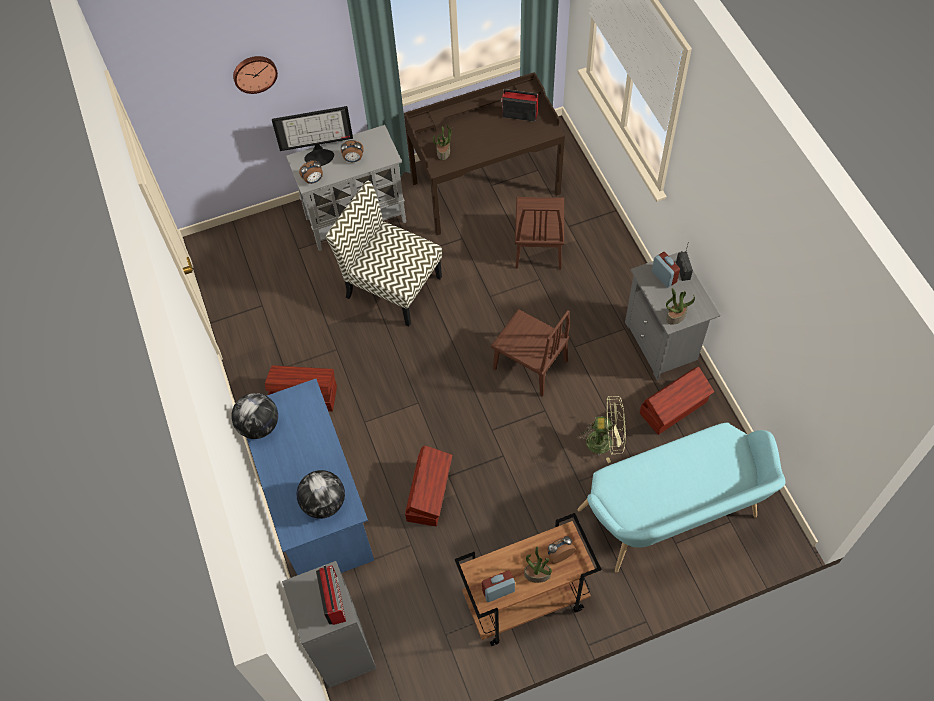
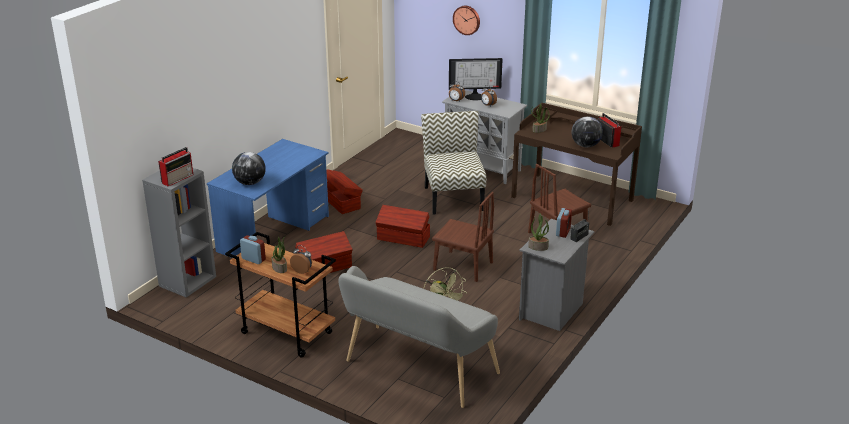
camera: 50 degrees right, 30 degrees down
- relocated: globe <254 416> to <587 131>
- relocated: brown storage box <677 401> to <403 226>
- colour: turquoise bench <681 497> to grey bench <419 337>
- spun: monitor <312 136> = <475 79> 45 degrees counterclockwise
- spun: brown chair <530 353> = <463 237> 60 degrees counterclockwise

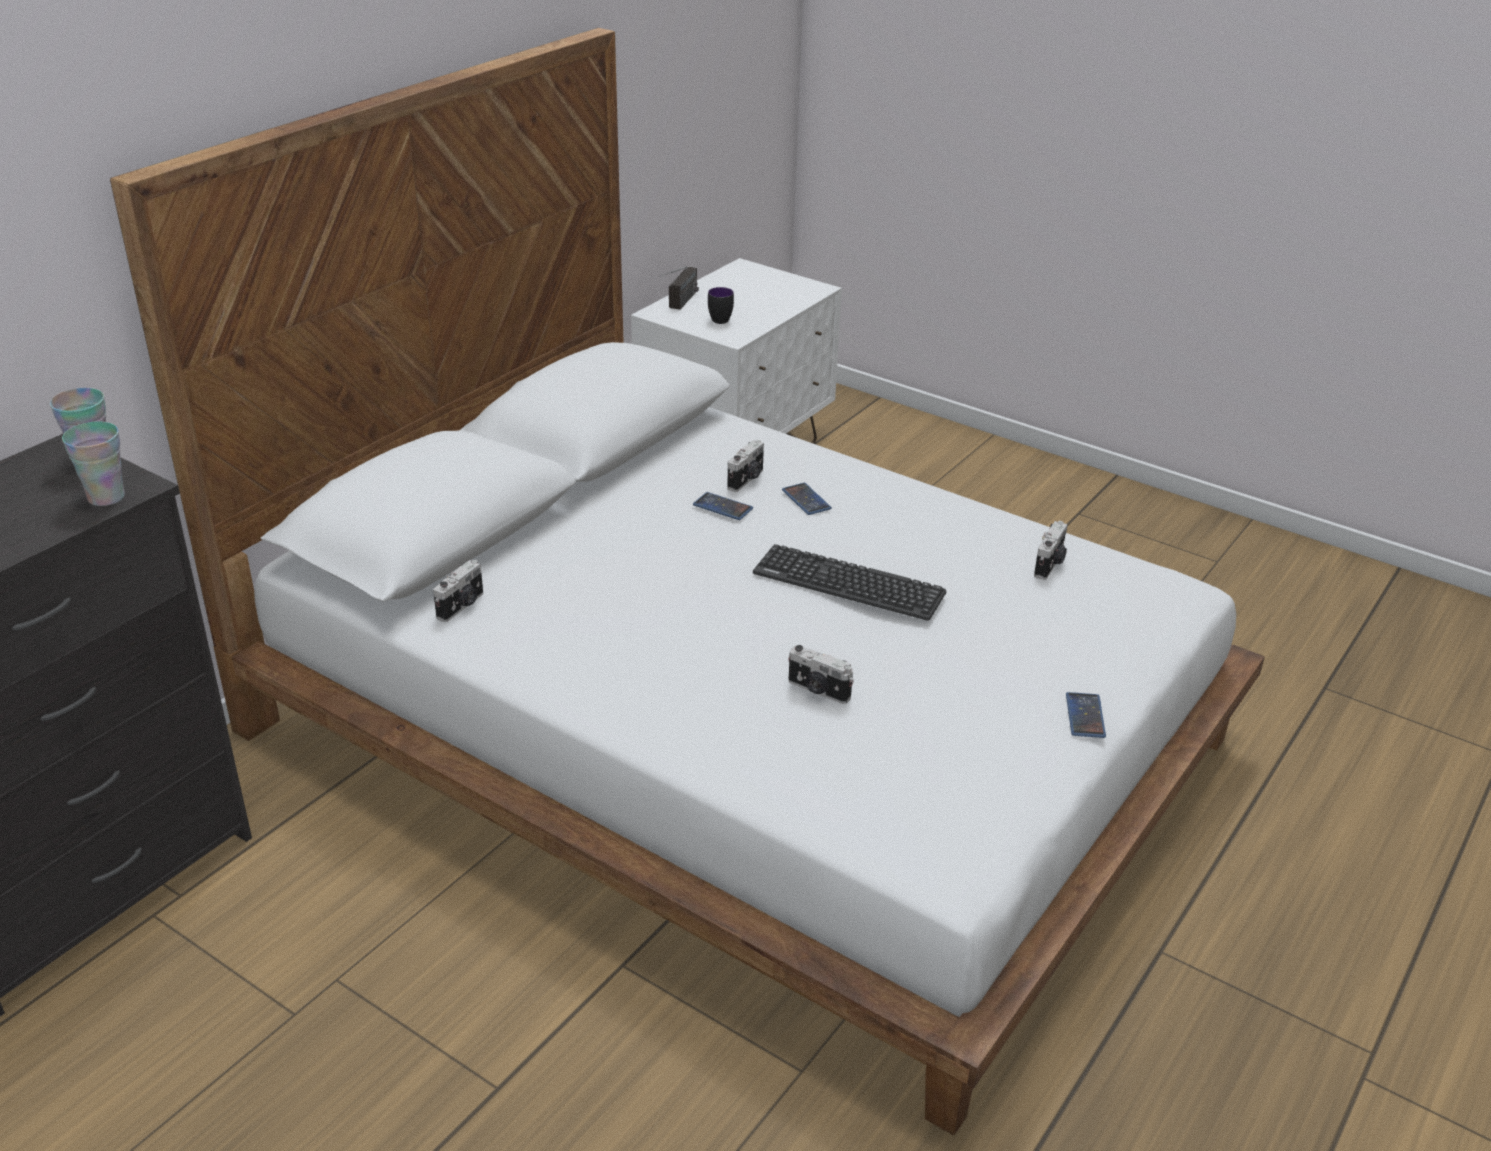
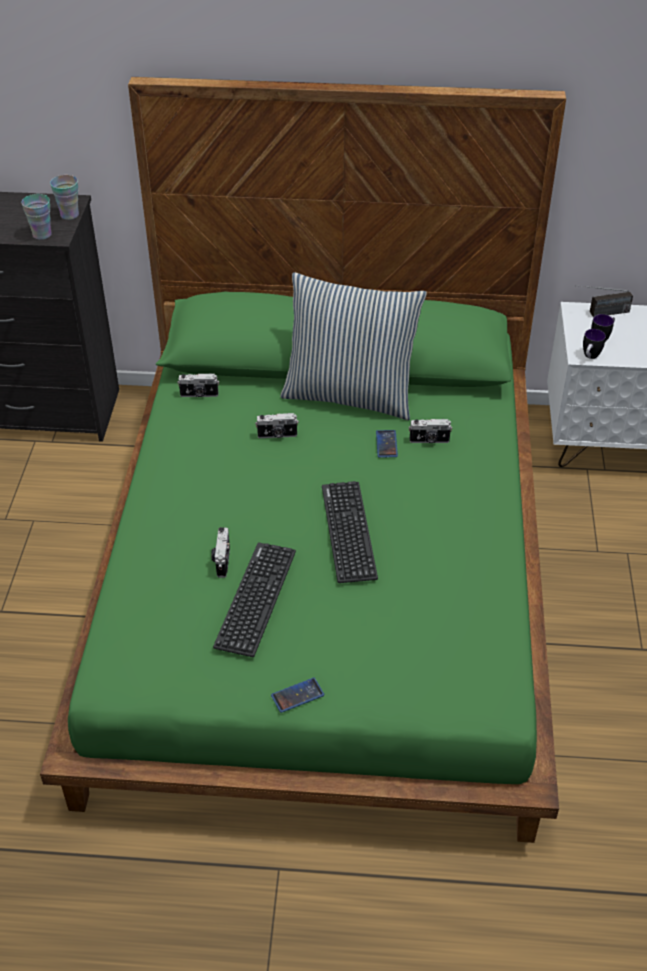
camera: 60 degrees right, 10 degrees up
- missing: phone <807 499>
- appeared: keyboard <254 599>
- appeared: pillow <353 346>
- appeared: mug <594 344>
- relocated: photo camera <1051 550> to <277 425>
- colour: white bed <687 581> to green bed <303 460>

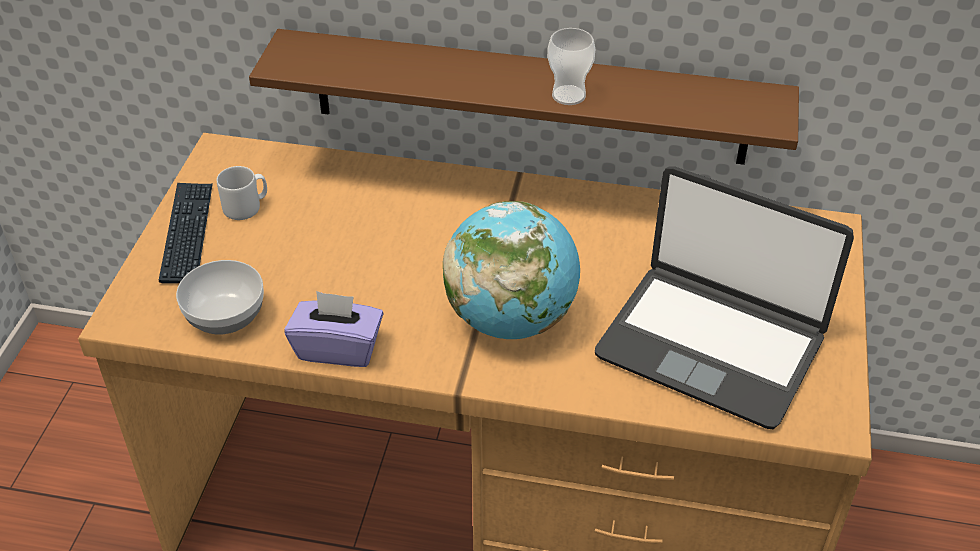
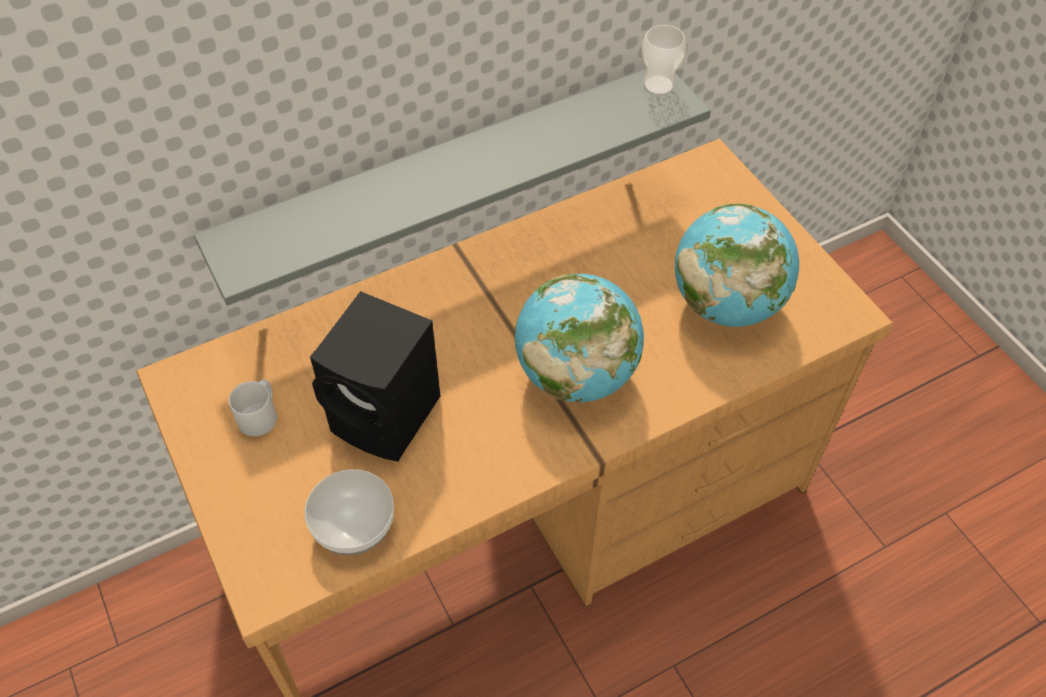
camera: 40 degrees left, 10 degrees up
- missing: keyboard <186 233>
- missing: purple tissue box <334 329>
- appeared: black speaker <375 376>
- relocated: cup <571 66> to <664 60>
- exchanged: laptop <724 297> to globe <737 265>
- colour: brown shelf <524 97> to grey shelf <452 187>

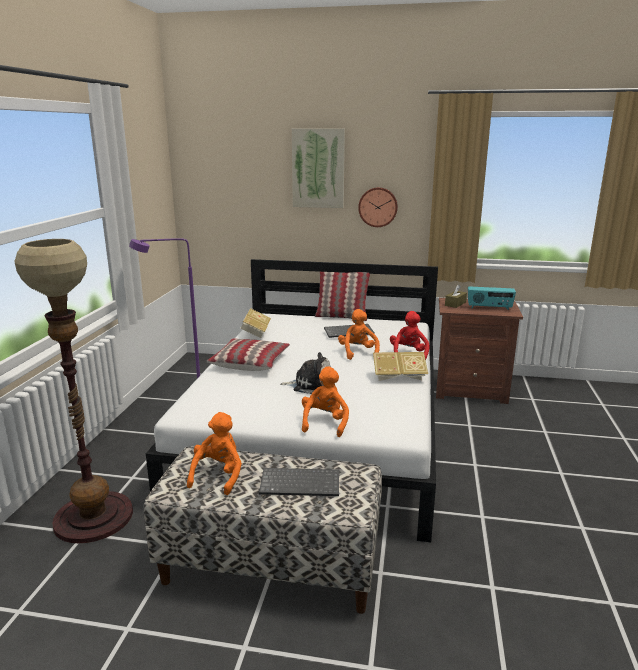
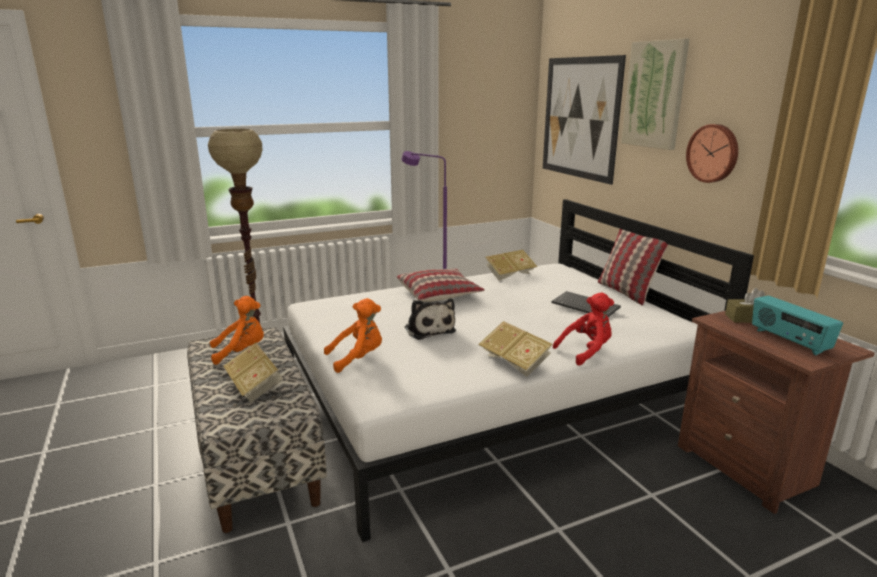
camera: 55 degrees right, 0 degrees up
- missing: orange plush toy <359 334>
- appeared: picture <584 120>
- exchanged: keyboard <299 482> to book <253 373>

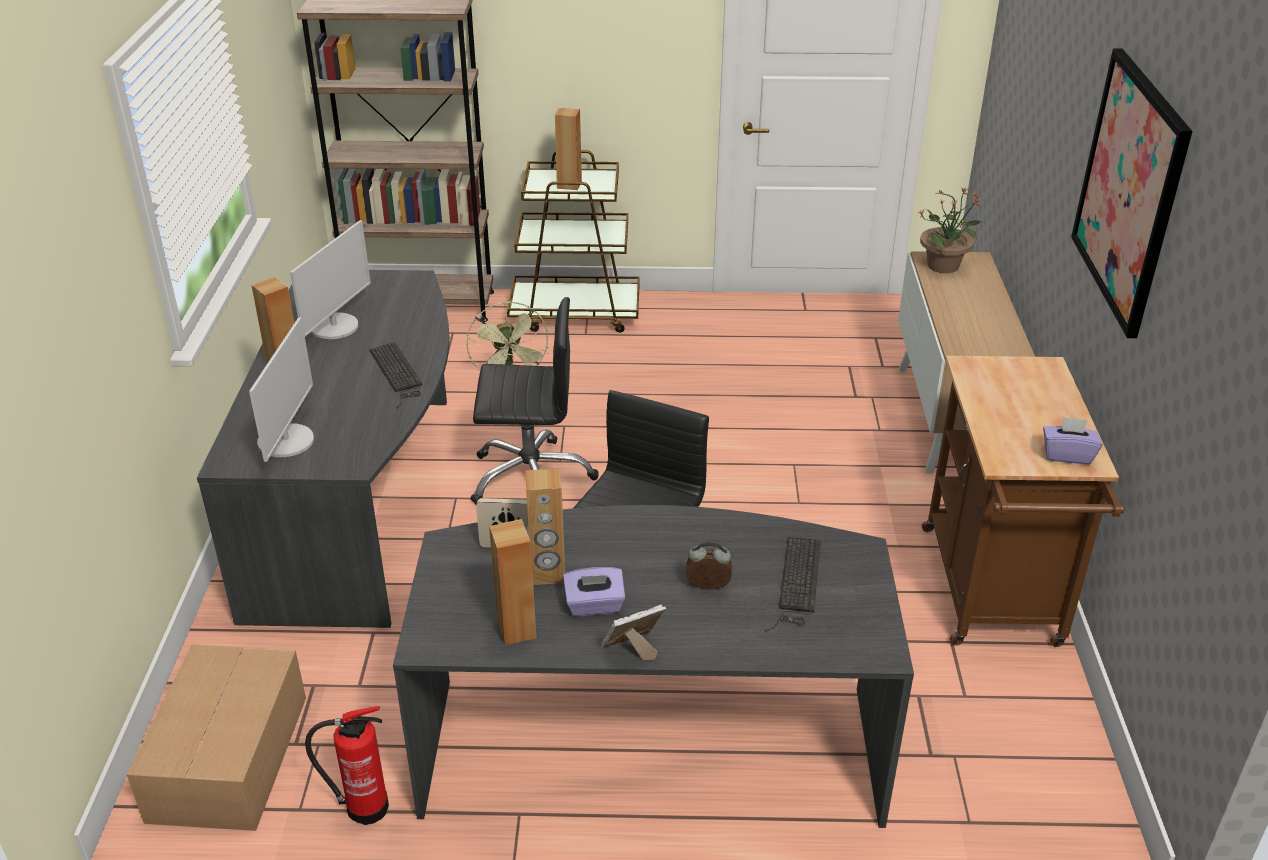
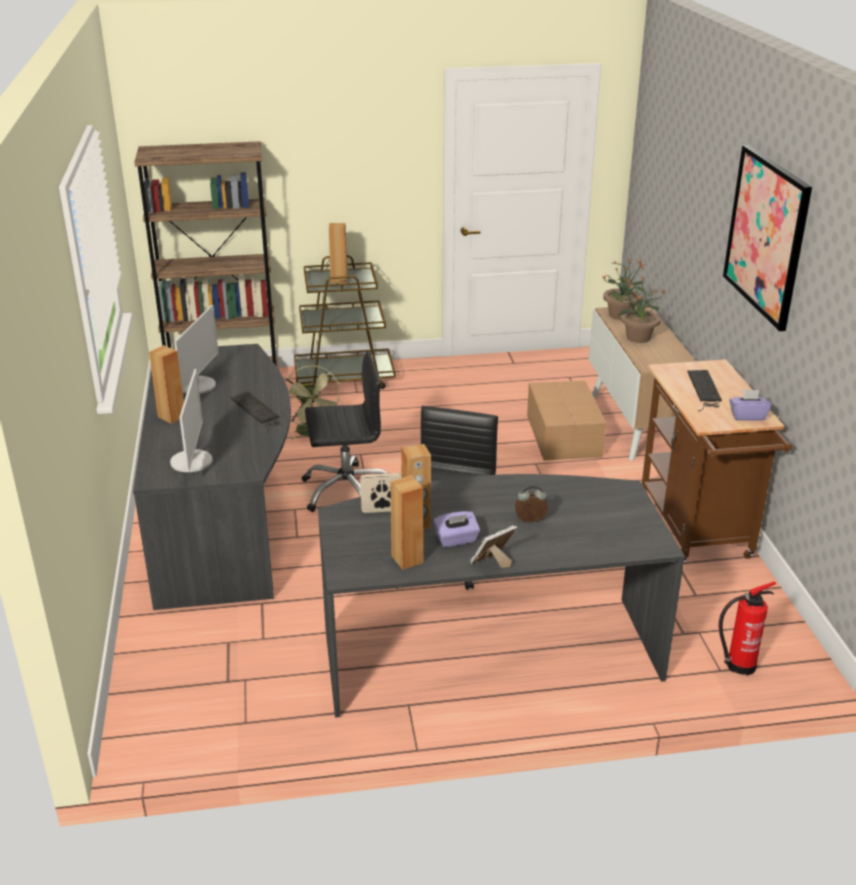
camera: 10 degrees left, 5 degrees down
- appeared: potted plant <642 309>
- relocated: cardboard box <216 737> to <566 420>
- relocated: fire extinguisher <347 765> to <747 628>
- relocated: keyboard <792 584> to <704 391>

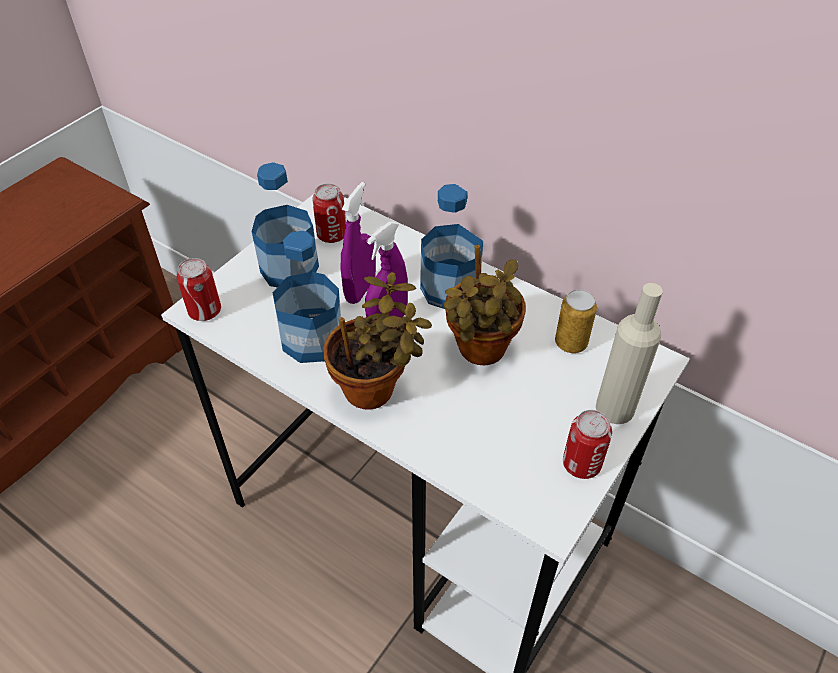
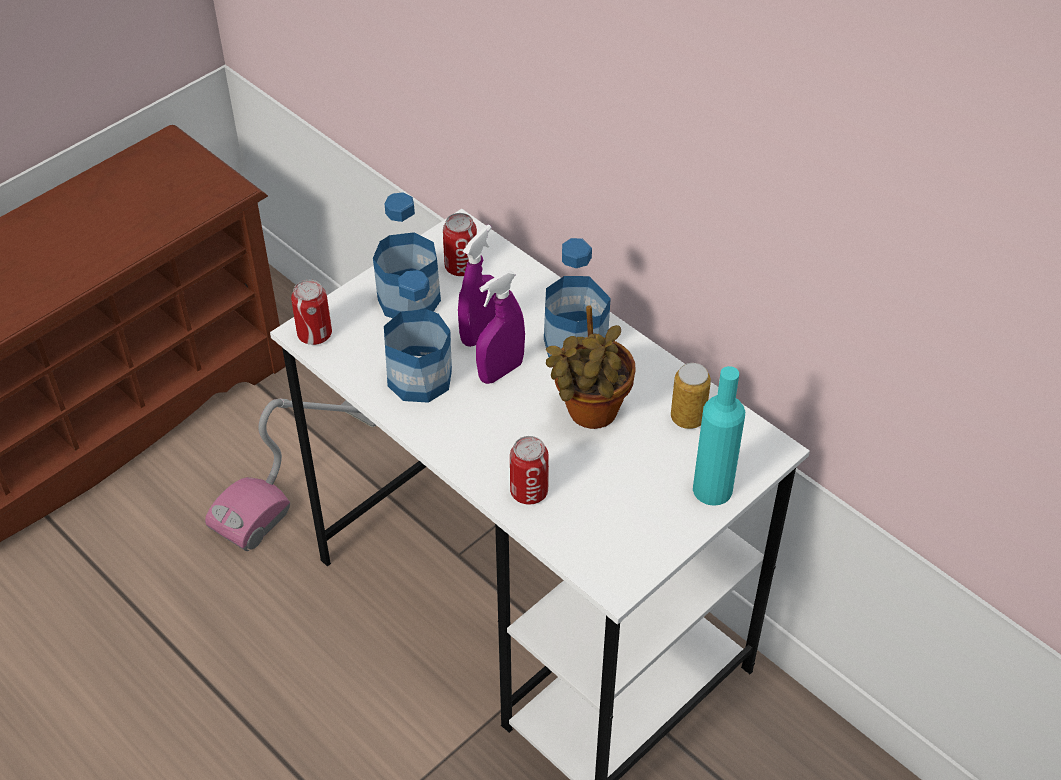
camera: 10 degrees right, 0 degrees up
- missing: potted plant <377 341>
- appeared: vacuum cleaner <290 474>
- relocated: can <587 444> to <529 470>
- colour: beige bottle <629 353> to turquoise bottle <719 436>

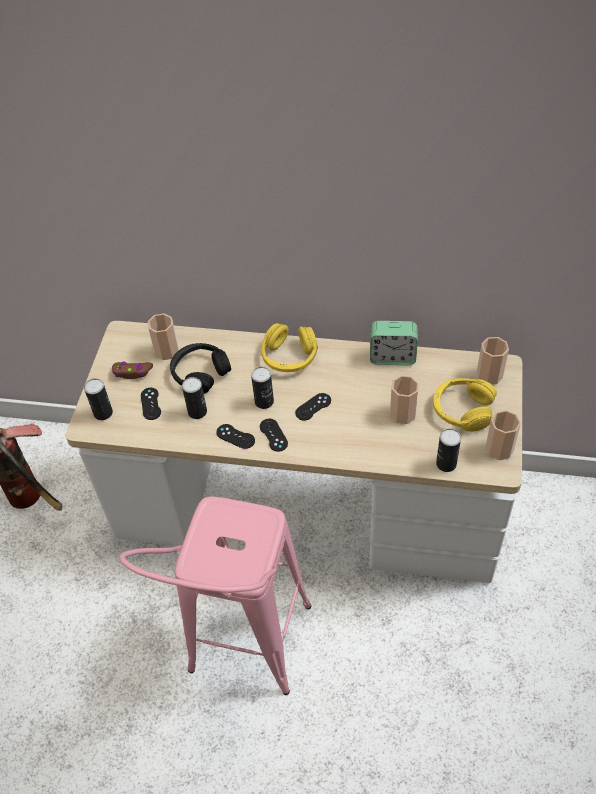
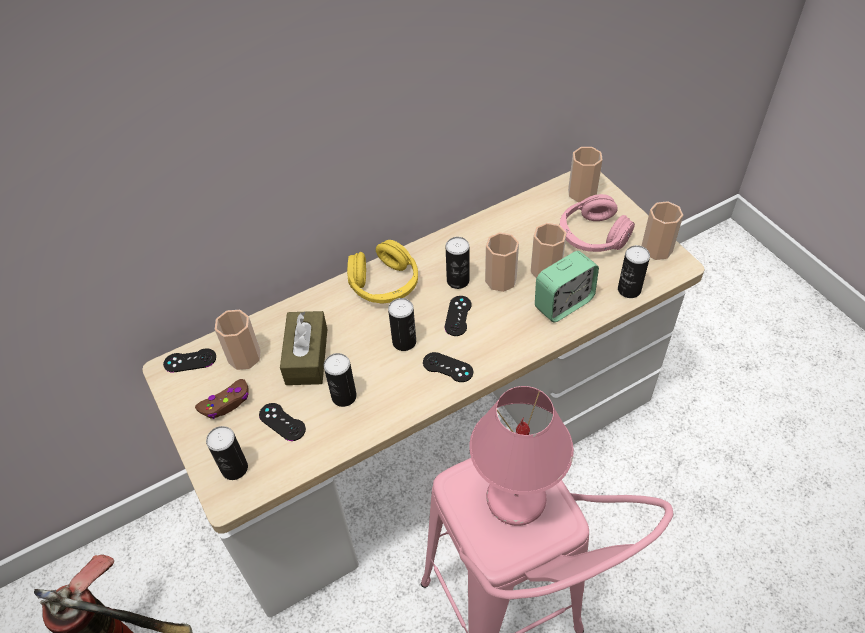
camera: 40 degrees left, 0 degrees up
- appeared: can <457 263>
- appeared: pink table lamp <521 456>
- appeared: cup <502 262>
- relocated: black game controller <235 436> to <189 360>
- relocated: alarm clock <394 343> to <567 287>
- exchanged: black headphones <200 368> to brown tissue box <303 348>
- colour: yellow headphones <465 405> to pink headphones <597 223>

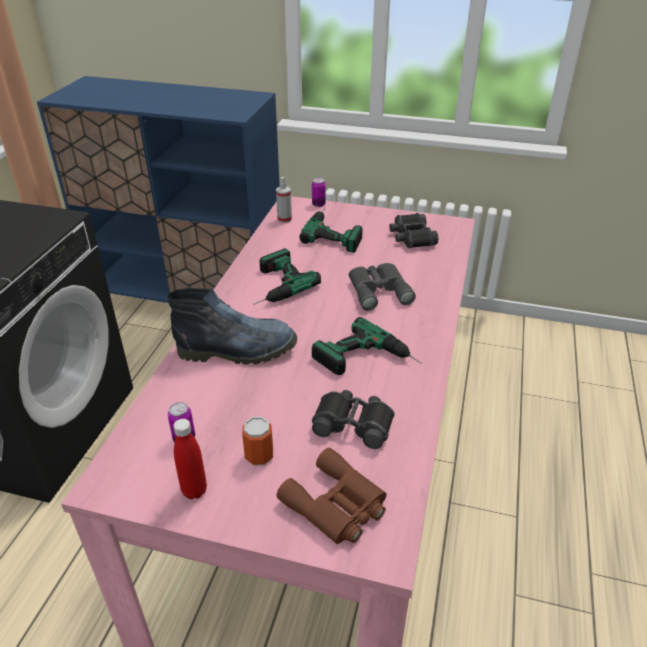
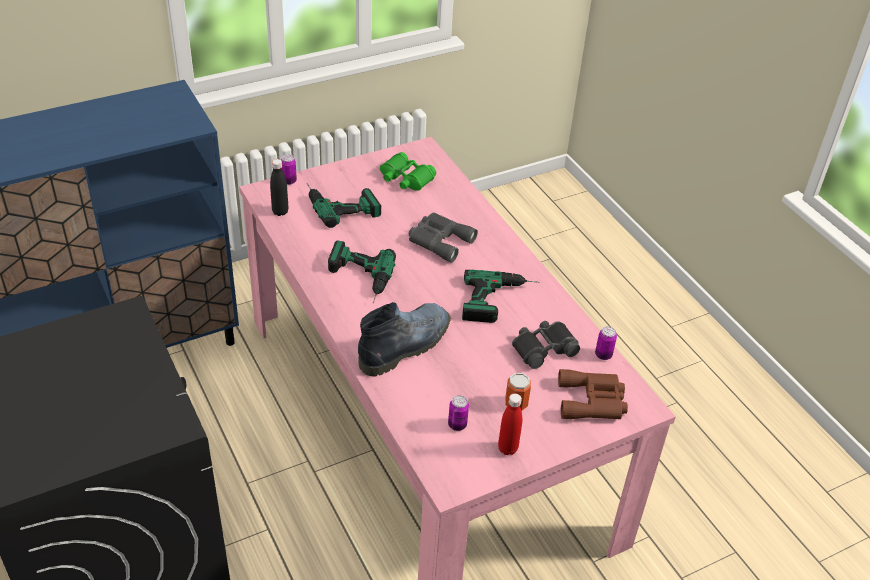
camera: 45 degrees left, 5 degrees up
- appeared: can <606 343>
- exchanged: spray bottle <284 200> to black bottle <279 187>
- colour: black binoculars <413 230> to green binoculars <408 171>

